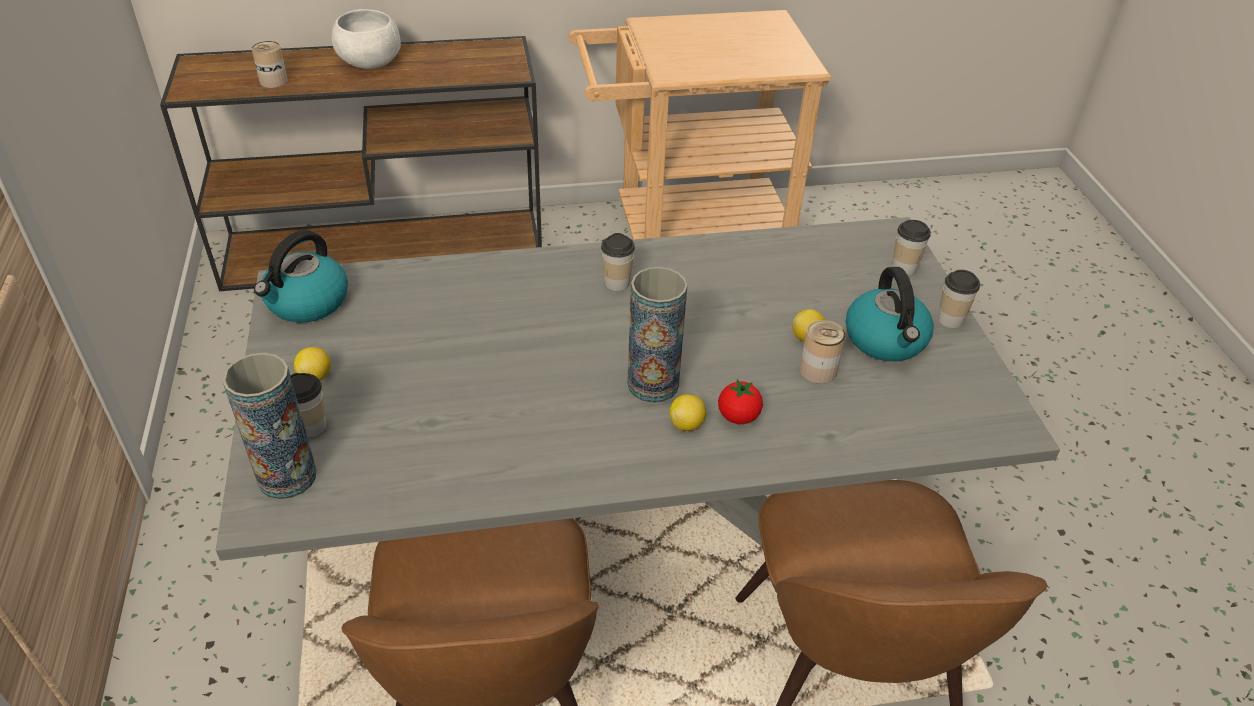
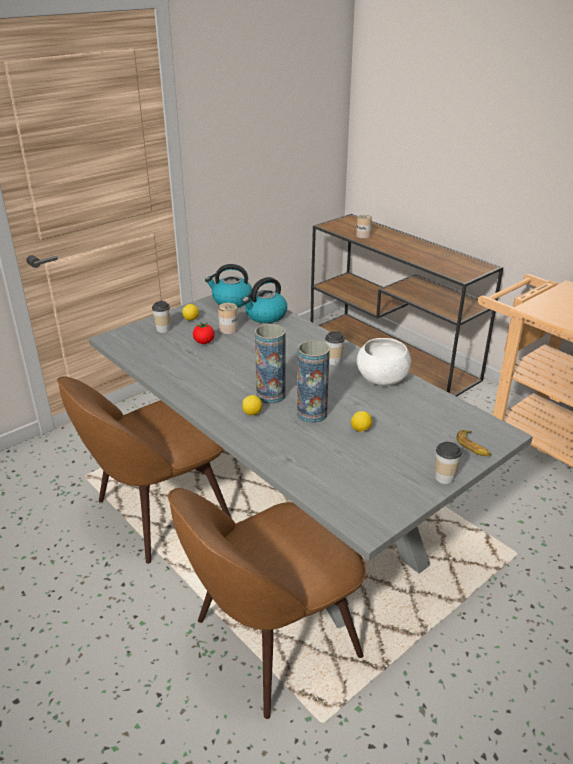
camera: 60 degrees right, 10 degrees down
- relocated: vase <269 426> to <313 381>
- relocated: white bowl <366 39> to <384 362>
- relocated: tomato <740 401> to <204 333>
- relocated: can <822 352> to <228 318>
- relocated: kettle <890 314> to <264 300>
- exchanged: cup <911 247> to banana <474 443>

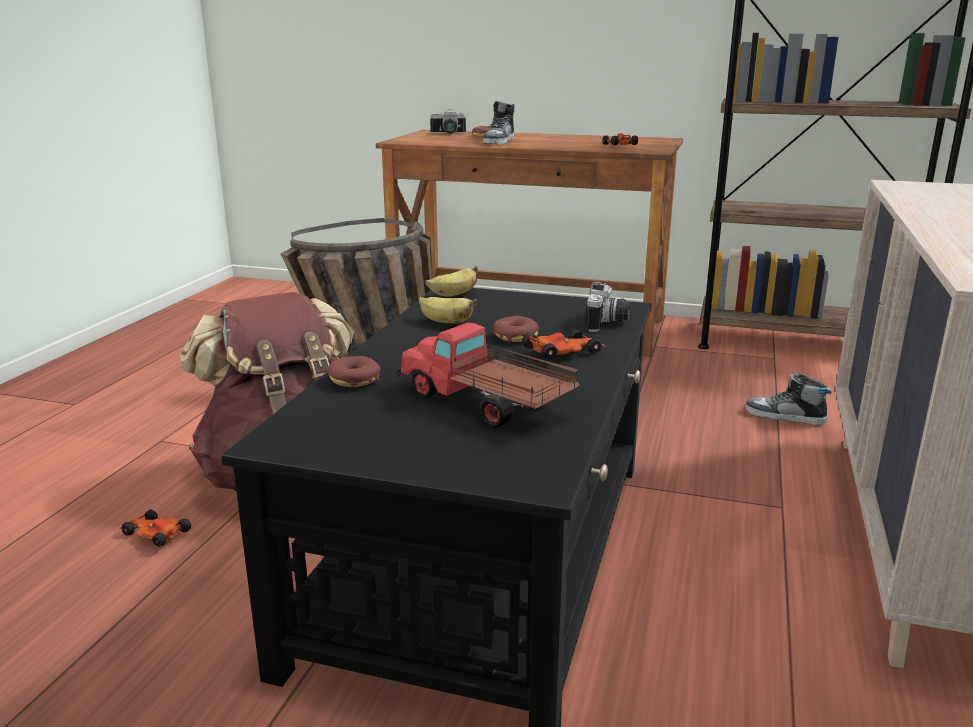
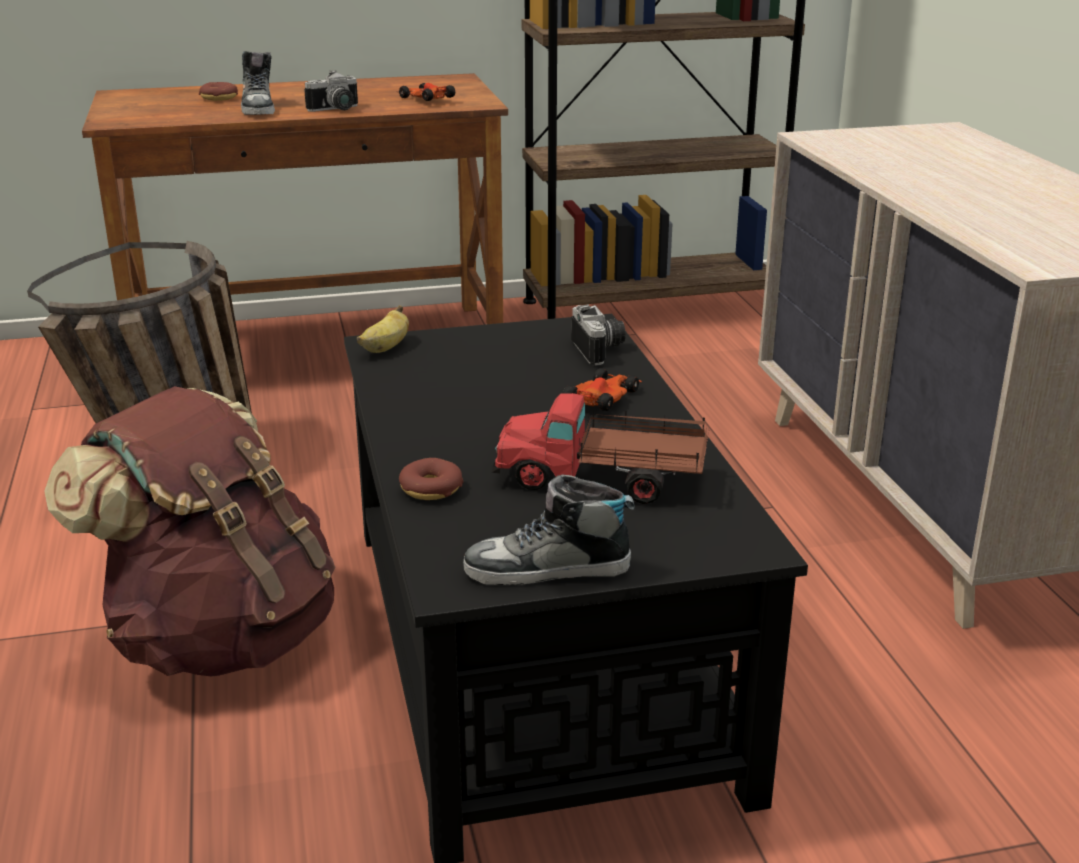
camera: 30 degrees left, 5 degrees up
- missing: toy car <154 528>
- missing: banana <448 310>
- missing: donut <516 329>
- relocated: photo camera <448 121> to <331 91>
- relocated: shoe <788 399> to <549 530>

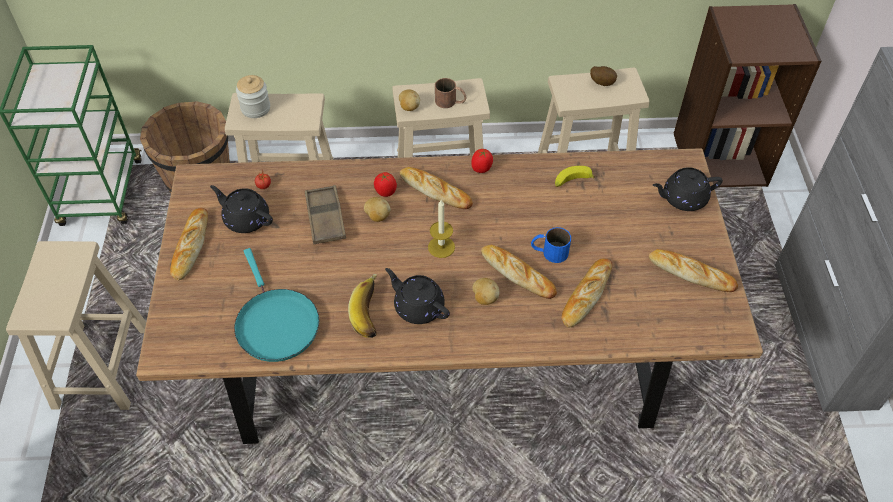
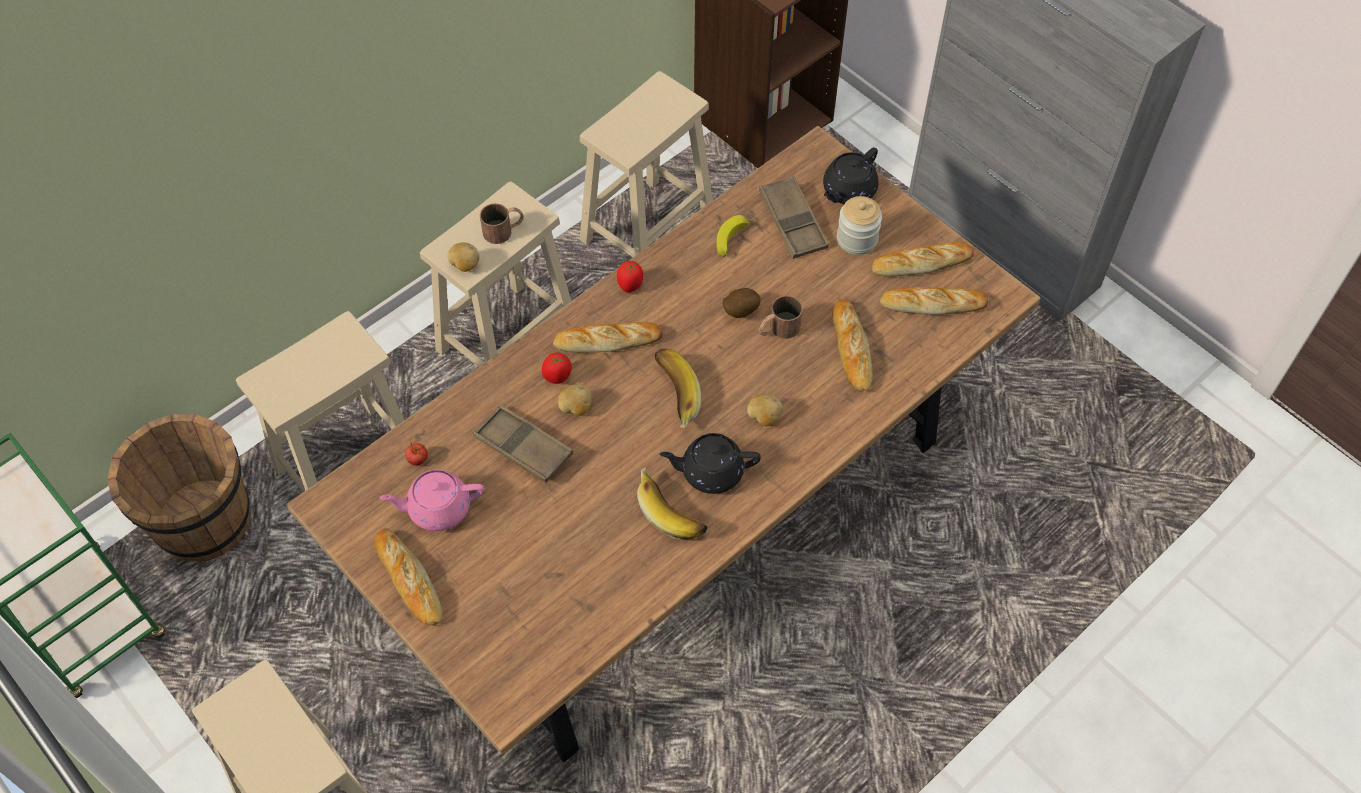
camera: 40 degrees left, 5 degrees up
- missing: turquoise frying pan <276 305>
- appeared: brown tray <794 217>
- relocated: jar <253 96> to <859 225>
- relocated: bread <519 271> to <934 301>
- relocated: potato <603 76> to <742 303>
- exchanged: candle <441 229> to banana <677 388>
- colour: black teapot <241 209> to pink teapot <431 500>
- colour: blue mug <551 245> to brown mug <781 317>

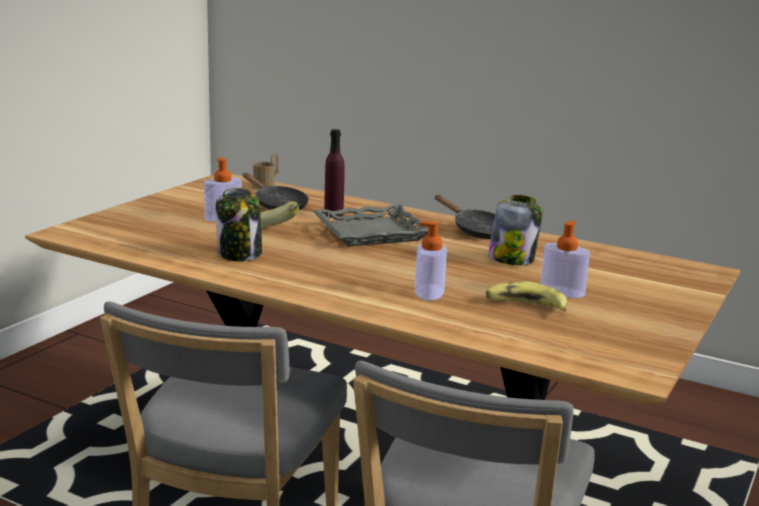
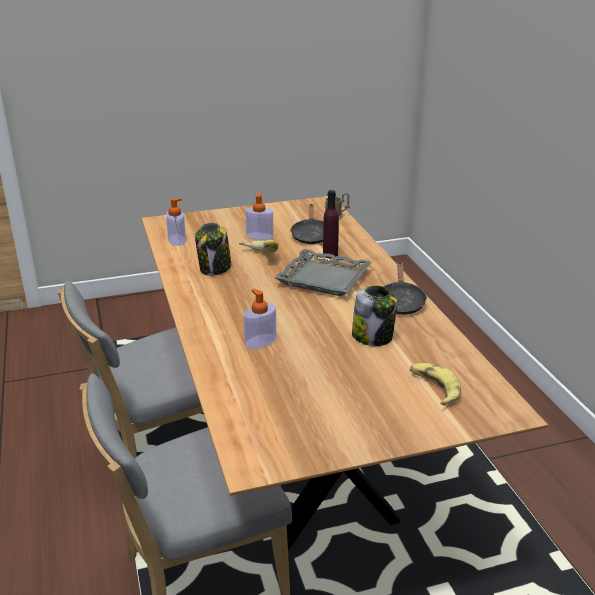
camera: 45 degrees right, 10 degrees up
- relocated: banana <526 296> to <435 384>
- relocated: soap dispenser <565 259> to <176 222>

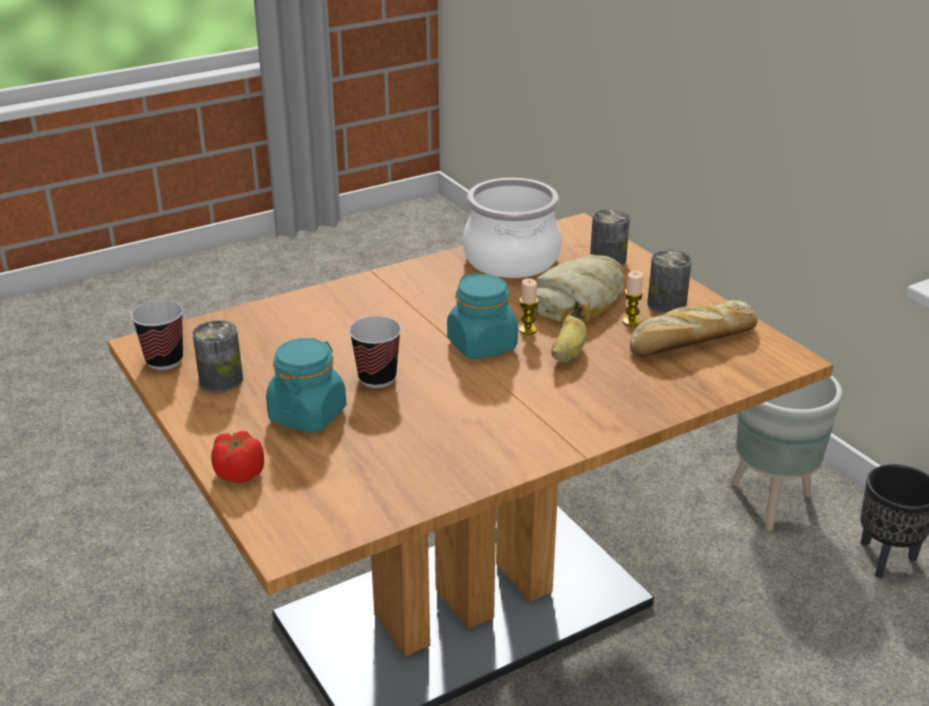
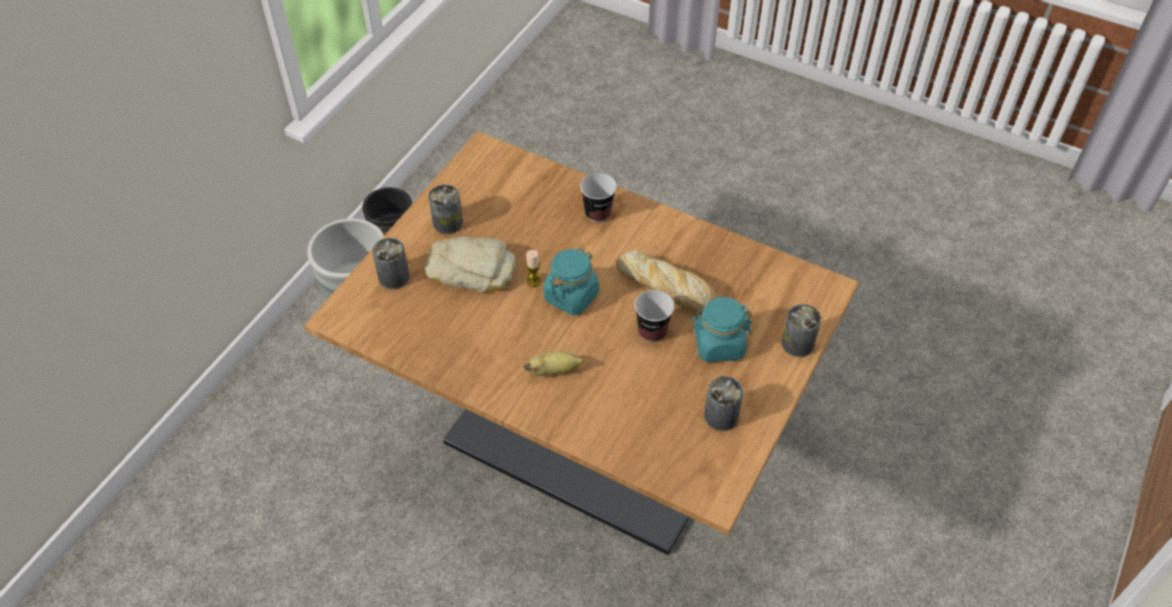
camera: 120 degrees left, 20 degrees up
- missing: cooking pot <512 228>
- missing: candle <633 298>
- relocated: cup <157 335> to <598 197>
- relocated: banana <569 336> to <554 364>
- relocated: bread <693 328> to <666 282>
- exchanged: tomato <237 457> to can <801 330>

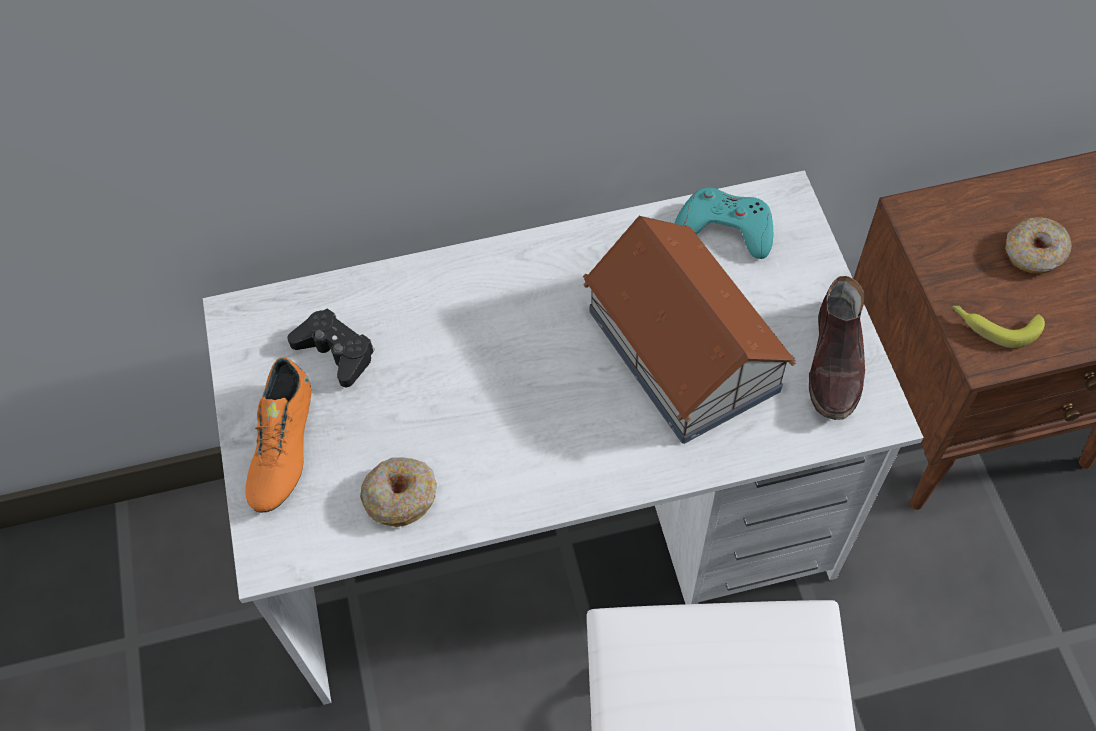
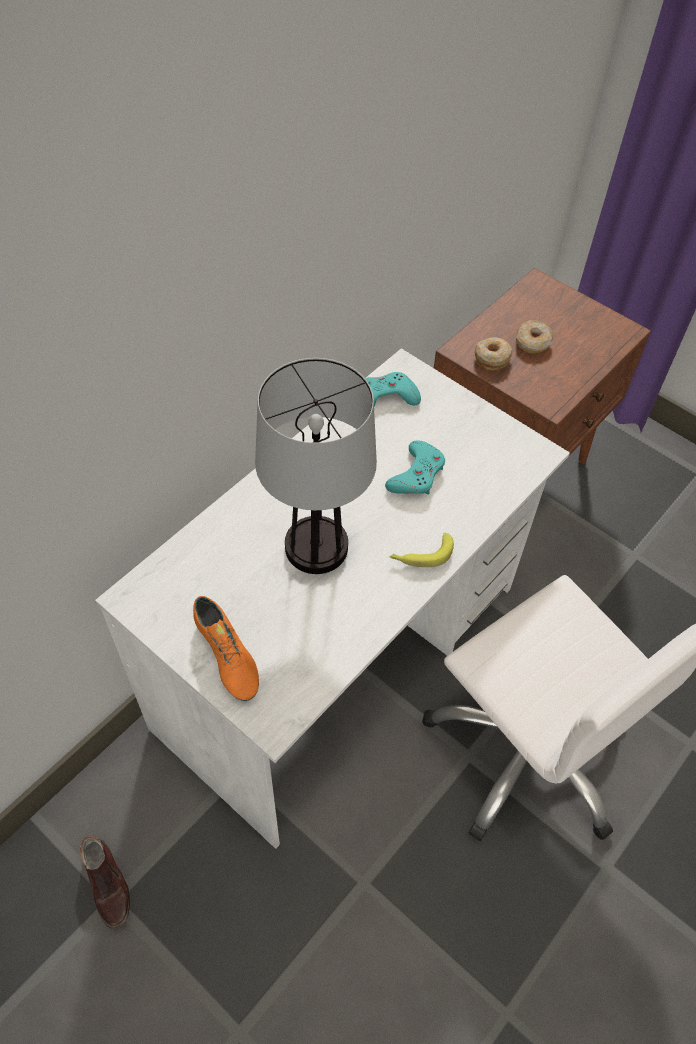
camera: 40 degrees left, 5 degrees down
- missing: black game controller <331 347>
- appeared: table lamp <316 466>
- relocated: donut <398 492> to <494 354>
- relocated: brown shoe <837 348> to <105 882>
- relocated: banana <998 326> to <422 550>
- exchanged: toy house <689 330> to turquoise game controller <415 467>

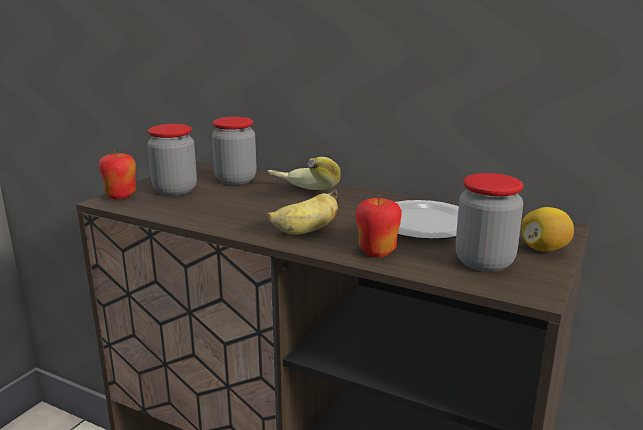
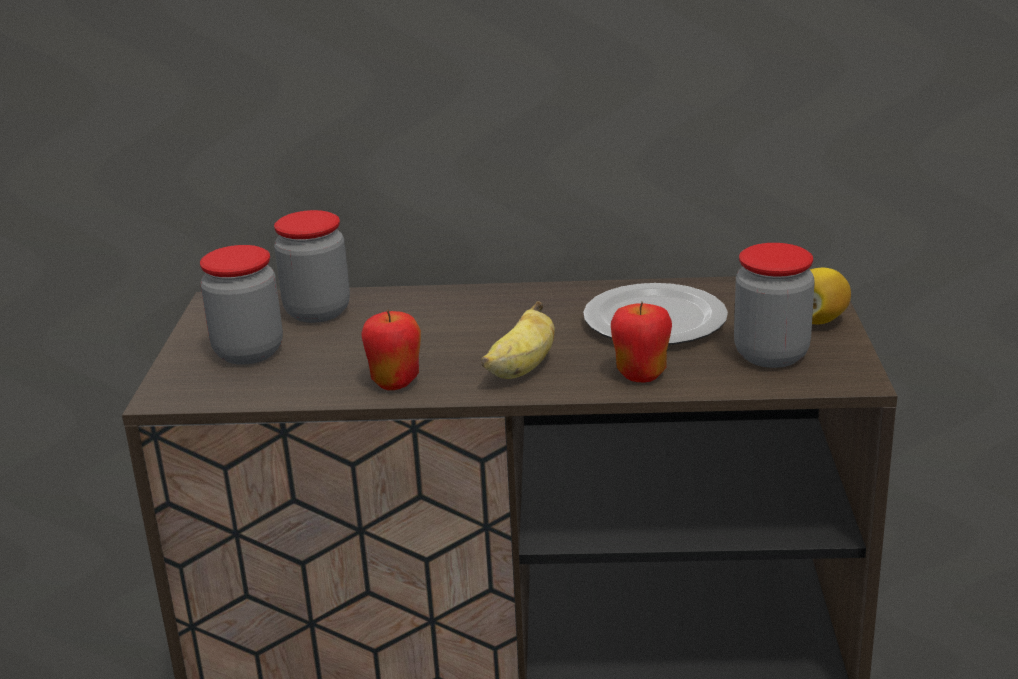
camera: 25 degrees left, 5 degrees up
- missing: banana <304 173>
- relocated: apple <117 174> to <391 349>

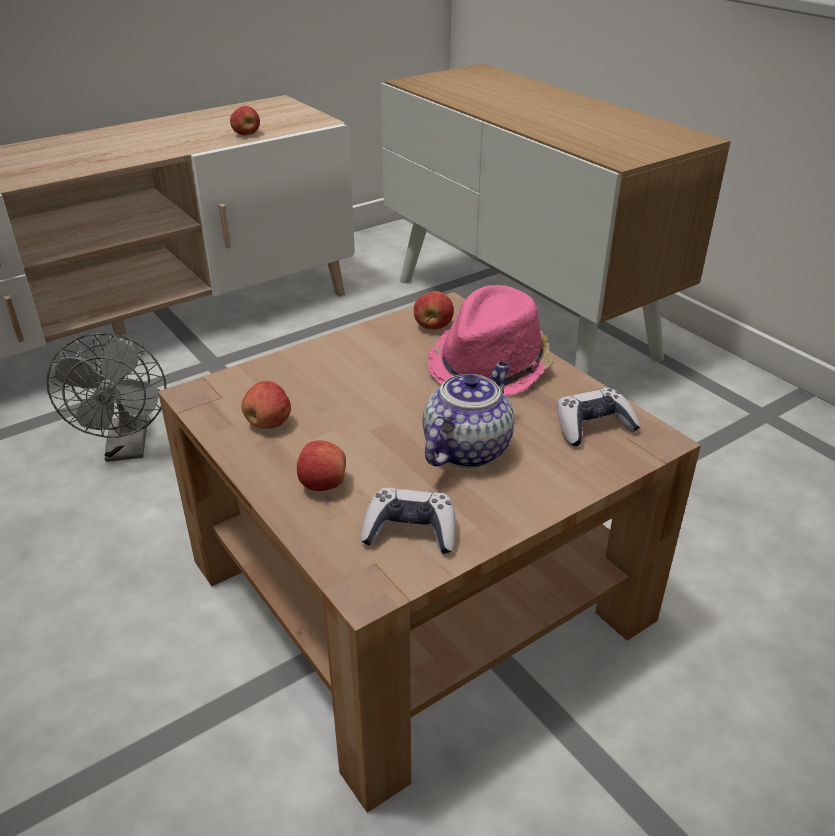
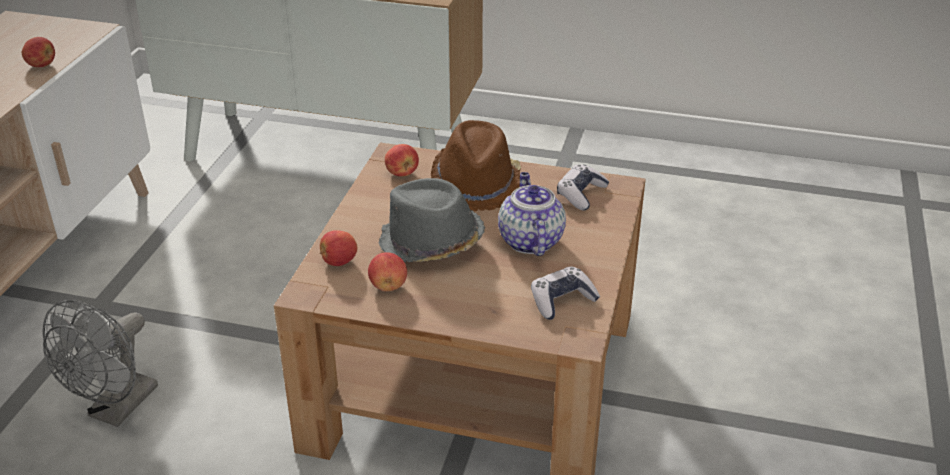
camera: 40 degrees left, 0 degrees up
- appeared: grey hat <431 220>
- relocated: apple <321 466> to <338 248>
- colour: pink hat <490 340> to brown hat <476 165>
- spun: grey fan <106 397> = <100 363> 75 degrees clockwise

